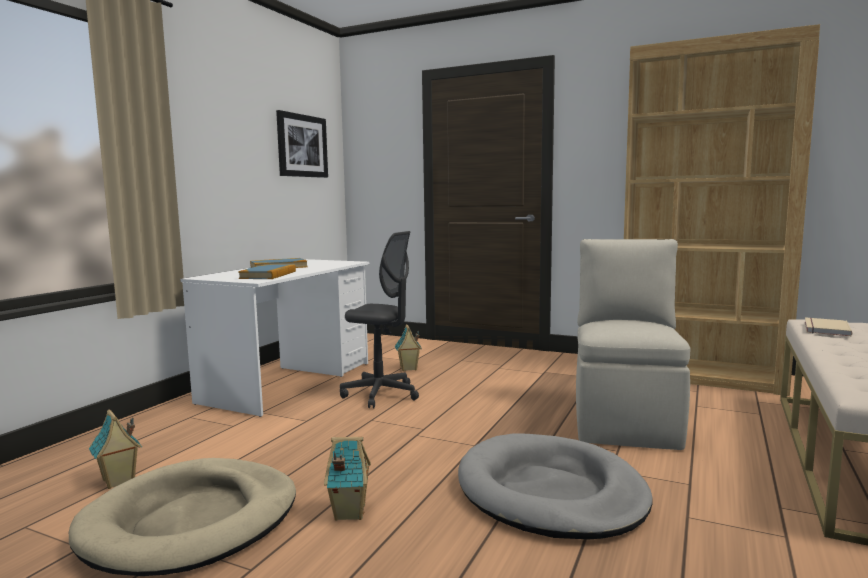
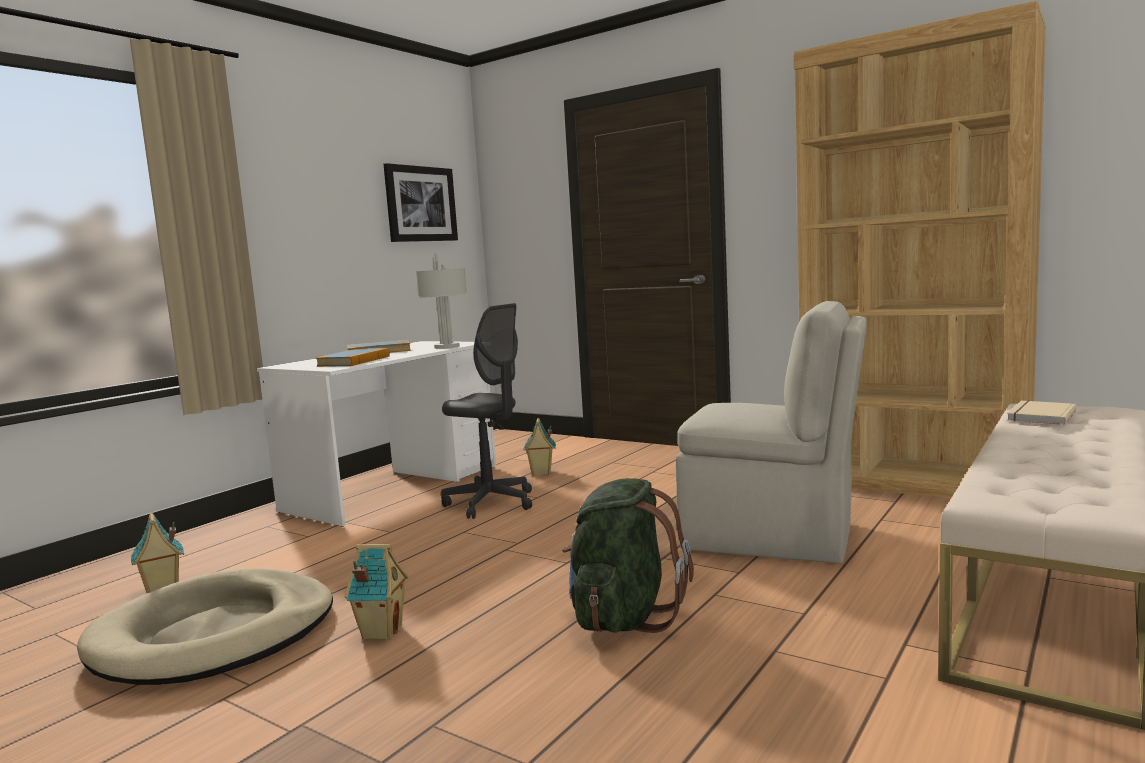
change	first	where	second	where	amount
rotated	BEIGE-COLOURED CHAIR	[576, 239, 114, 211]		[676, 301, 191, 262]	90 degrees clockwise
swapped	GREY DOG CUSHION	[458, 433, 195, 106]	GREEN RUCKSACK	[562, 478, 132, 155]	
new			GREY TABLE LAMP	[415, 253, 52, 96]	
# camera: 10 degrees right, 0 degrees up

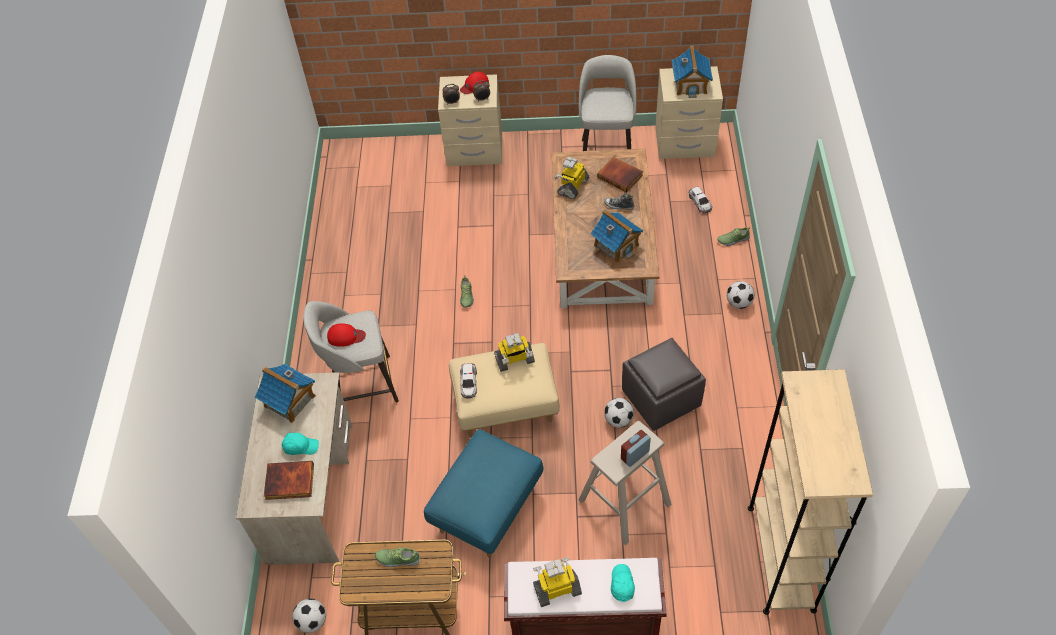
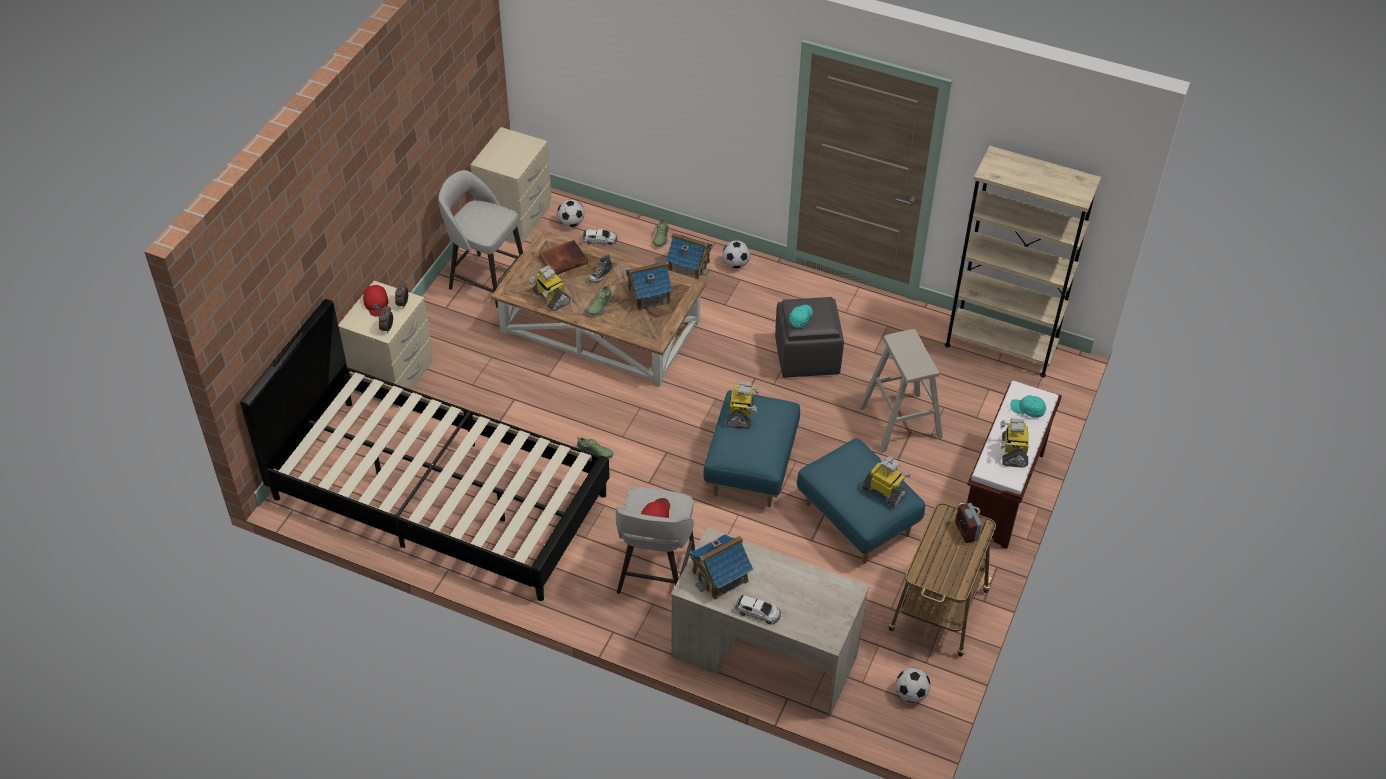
change	first	where	second	where	amount
shifted	MINIATURE HOUSE	[672, 46, 41, 52]		[665, 233, 48, 47]	
repainted	BEIGE-COLOURED OTTOMAN	[449, 343, 111, 94]	BLUISH OTTOMAN	[703, 390, 97, 117]	
shifted	MINIATURE CAR	[460, 363, 17, 35]		[735, 595, 46, 29]	
shifted	BALL FOR FOOTBALL	[604, 398, 30, 30]		[557, 200, 28, 27]	
shifted	ALARM CLOCK	[621, 430, 30, 37]		[955, 503, 27, 40]	
shifted	TURQUOISE-COLOURED CAP	[282, 433, 37, 22]		[789, 305, 24, 23]	
gone	BOUND BOOK	[264, 461, 50, 39]			
shifted	SHOE	[375, 547, 45, 20]		[587, 284, 26, 32]	
new			BLACK-COLOURED SLEEPING BED	[240, 299, 370, 302]	
new			MODEL ROBOT	[862, 456, 48, 51]	
# camera: 70 degrees left, 5 degrees down

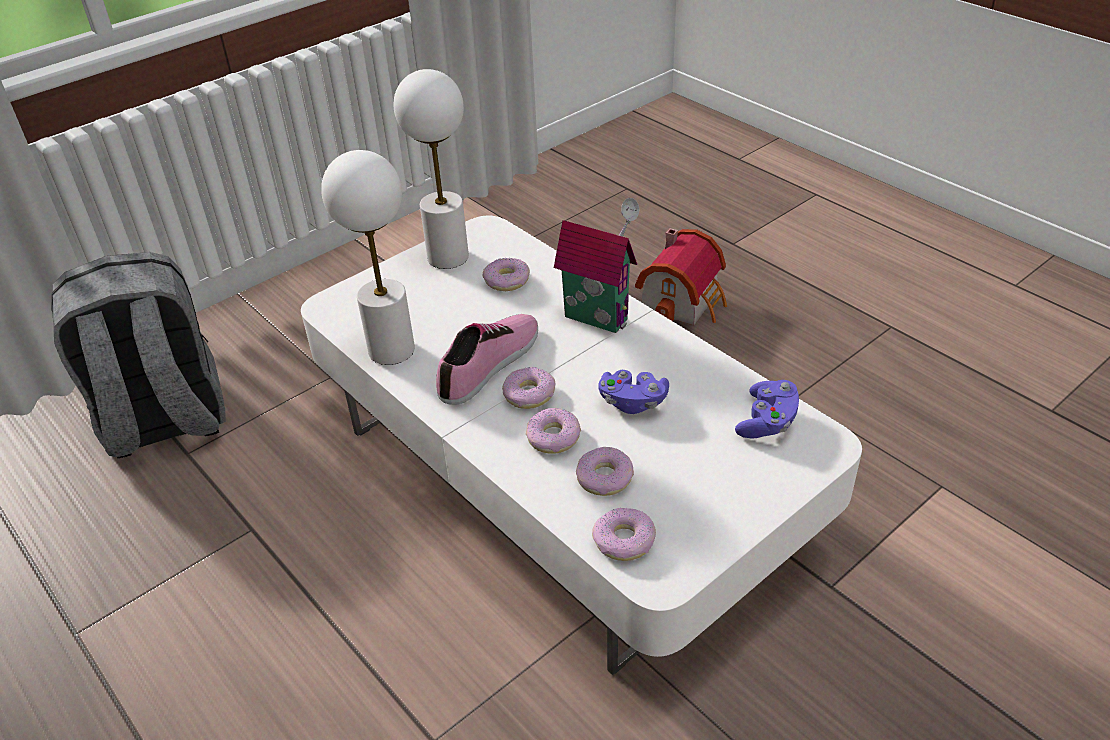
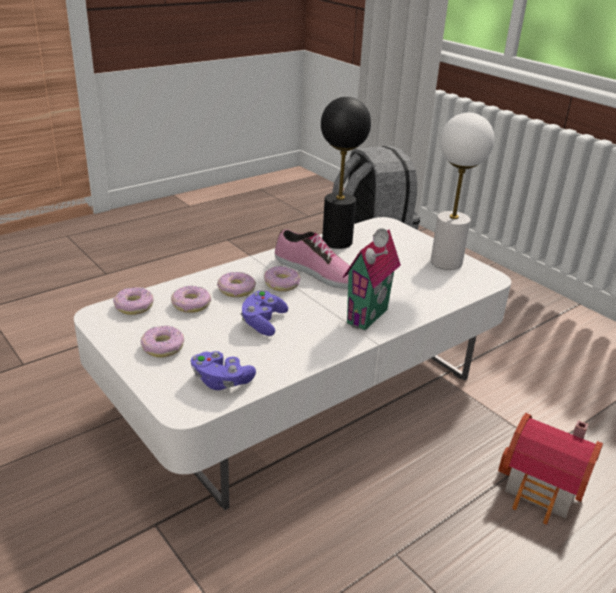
change	first	where	second	where	amount
repainted	WHITE-COLOURED TABLE LAMP	[321, 150, 94, 215]	BLACK-COLOURED TABLE LAMP	[321, 97, 50, 152]	
shifted	DONUT	[483, 258, 47, 33]		[141, 326, 43, 31]	
# camera: 90 degrees right, 10 degrees down

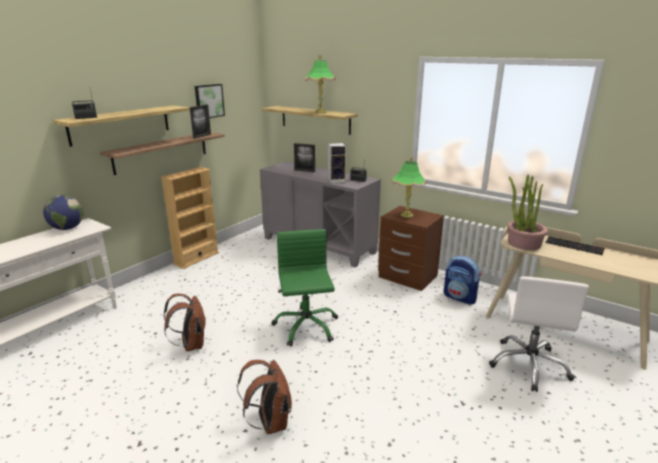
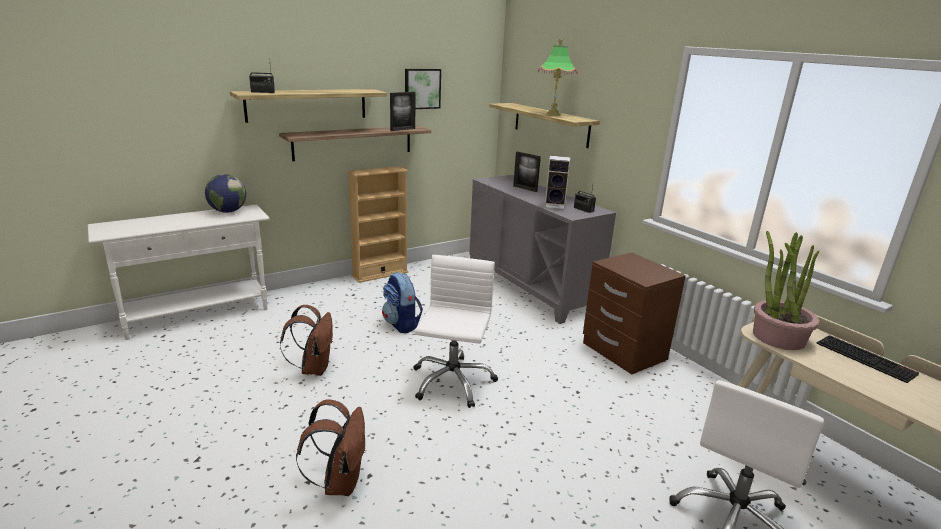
change	first	where	second	where	amount
gone	TABLE LAMP	[392, 157, 35, 61]			
repainted	GREEN COMPUTER CHAIR	[272, 229, 66, 117]	WHITE-COLOURED COMPUTER CHAIR	[413, 255, 85, 153]	
shifted	RUCKSACK	[443, 256, 38, 49]		[382, 272, 41, 61]	
# camera: 20 degrees right, 0 degrees up

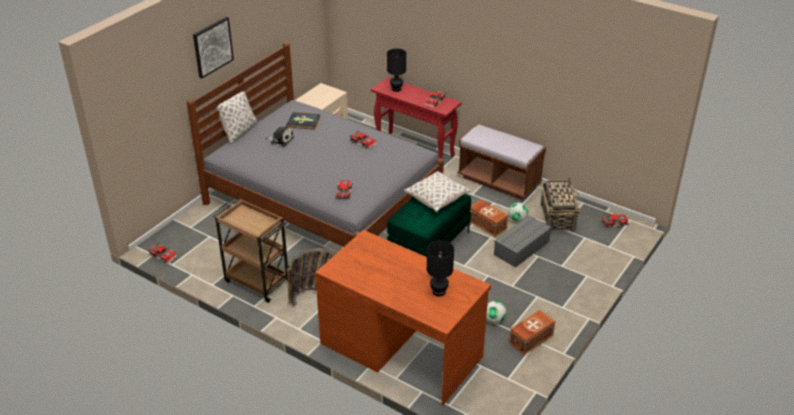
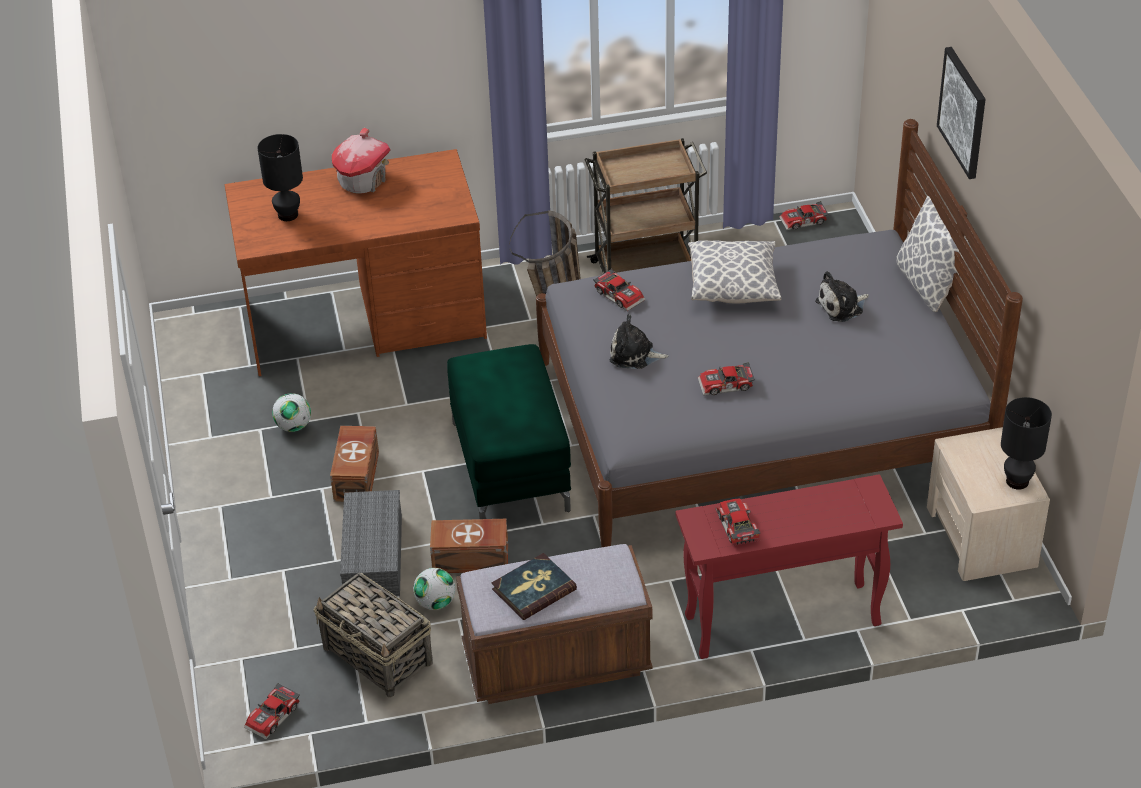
change	first	where	second	where	amount
shifted	BLACK-COLOURED TABLE LAMP	[387, 49, 19, 43]		[1001, 397, 51, 92]	
shifted	BOUND BOOK	[288, 112, 32, 18]		[492, 553, 85, 67]	
shifted	PILLOW	[404, 171, 66, 41]		[688, 240, 93, 63]	
shifted	BROWN-COLOURED STORAGE BOX	[509, 310, 46, 45]		[330, 426, 49, 76]	
new			MINIATURE HOUSE	[332, 128, 59, 66]	
new			CUDDLY TOY	[609, 314, 59, 55]	
# camera: 135 degrees right, 5 degrees up

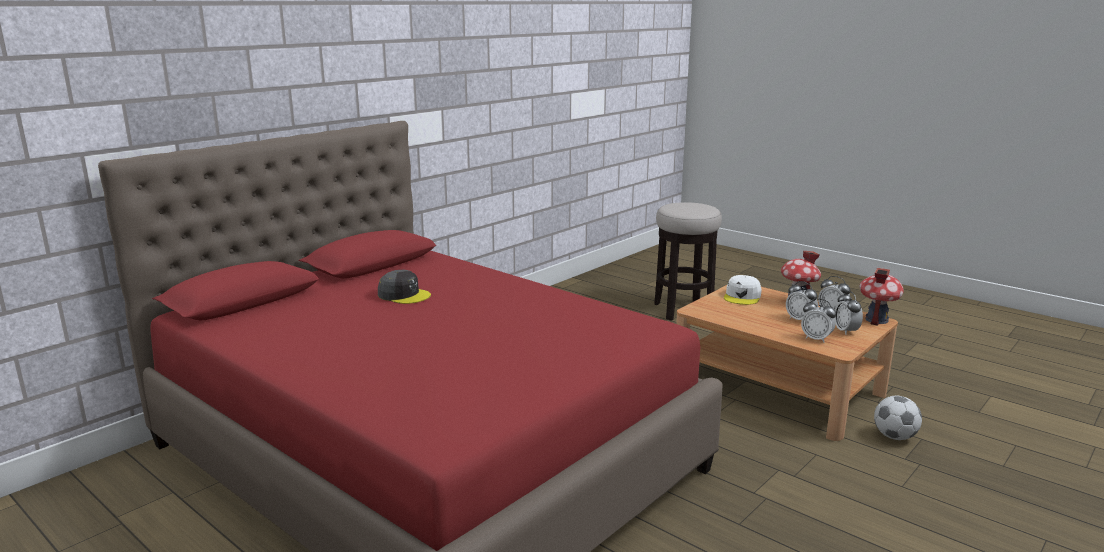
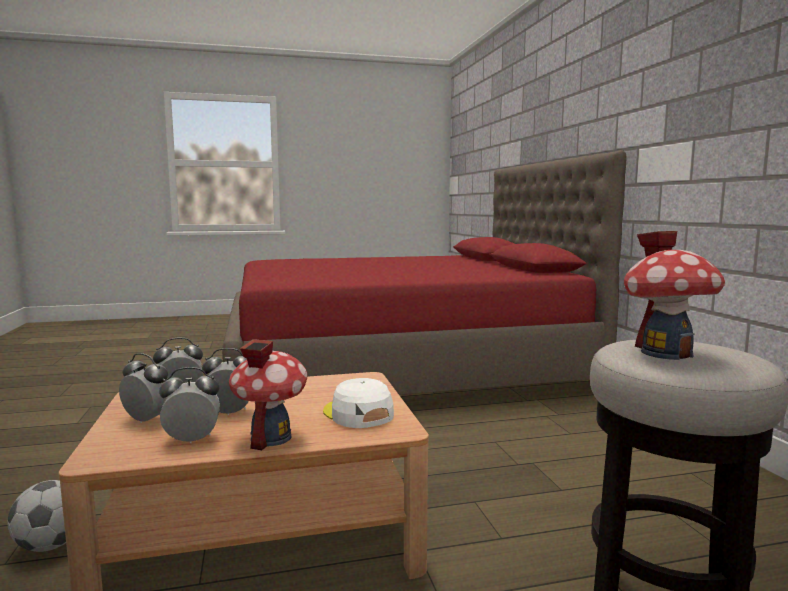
change	first	where	second	where	amount
shifted	MINIATURE HOUSE	[859, 268, 45, 58]		[624, 231, 101, 129]	
gone	GREY CAP	[378, 270, 53, 34]			
# camera: 125 degrees right, 10 degrees down

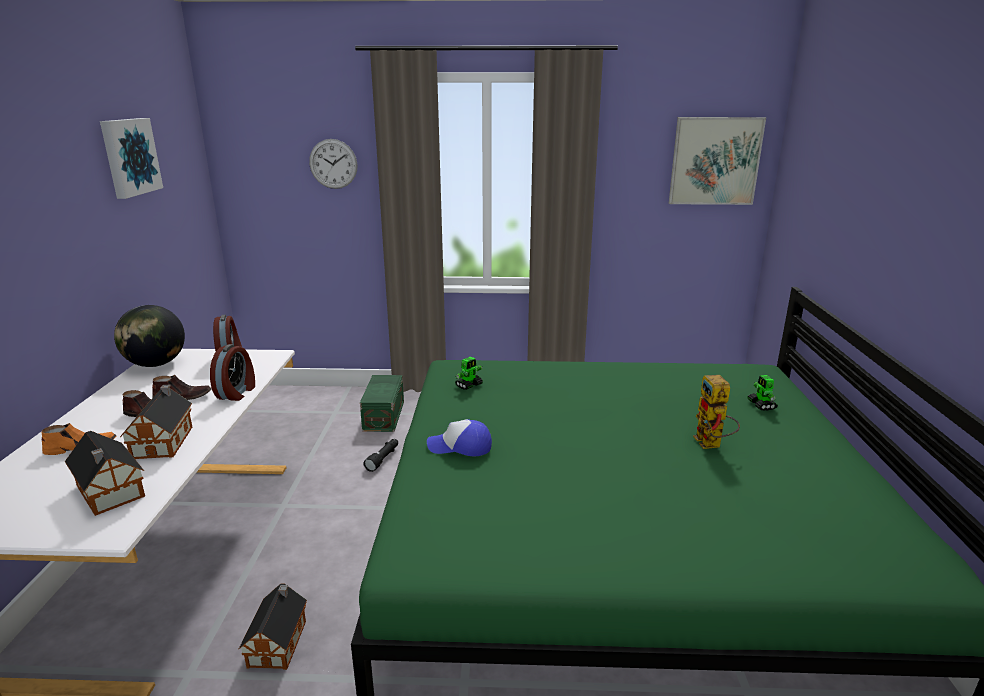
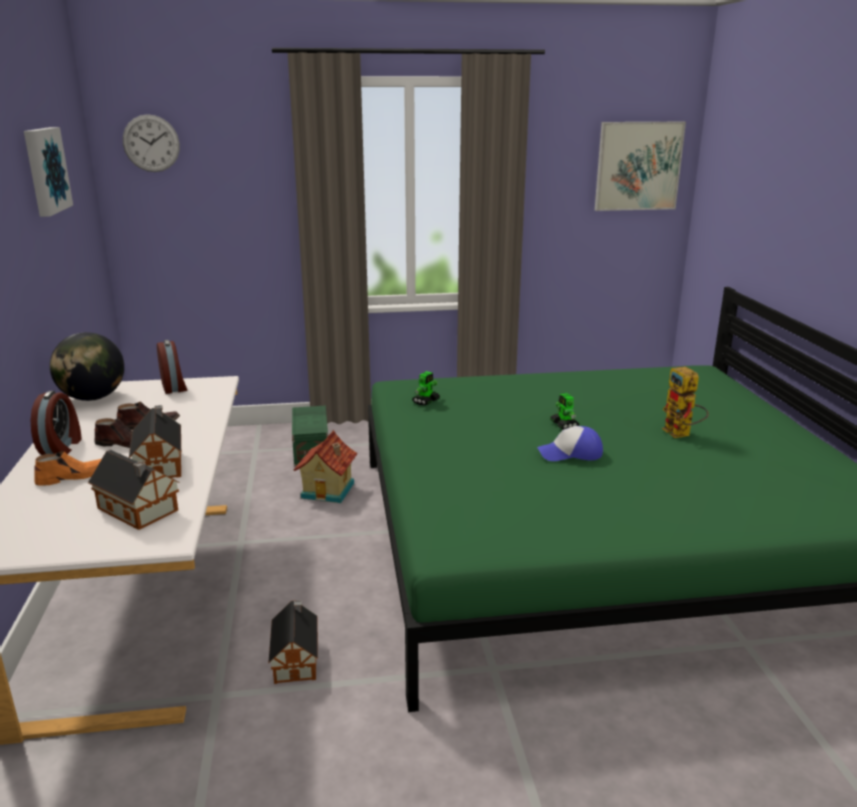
change	first	where	second	where	amount
shifted	WALL CLOCK	[309, 139, 49, 50]		[123, 114, 57, 58]	
shifted	ALARM CLOCK	[210, 344, 45, 57]		[31, 391, 51, 64]	
shifted	MODEL ROBOT	[747, 375, 31, 36]		[550, 393, 30, 37]	
shifted	CAP	[427, 419, 65, 37]		[537, 426, 66, 35]	
swapped	BLACK-COLOURED HAND TORCH	[363, 439, 35, 33]	MINIATURE HOUSE	[294, 430, 64, 73]	
# camera: 10 degrees left, 0 degrees up

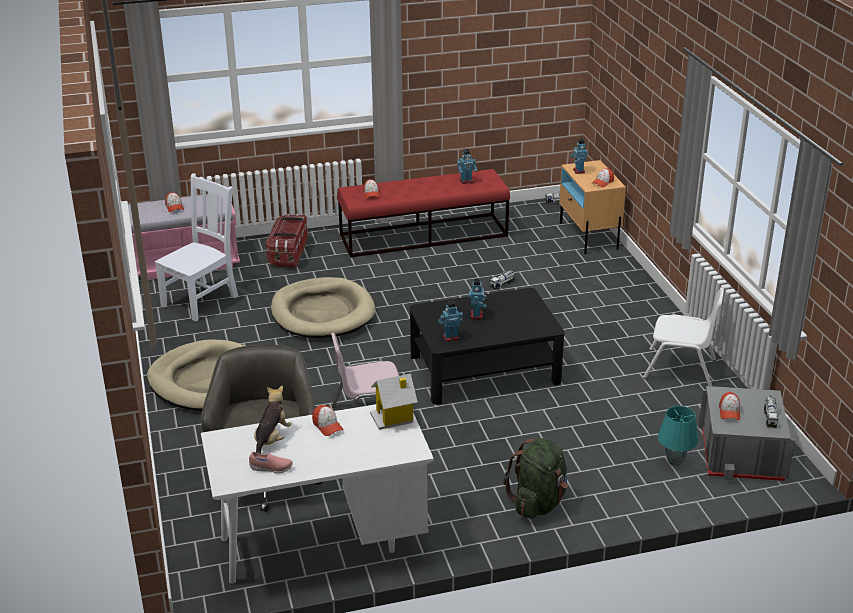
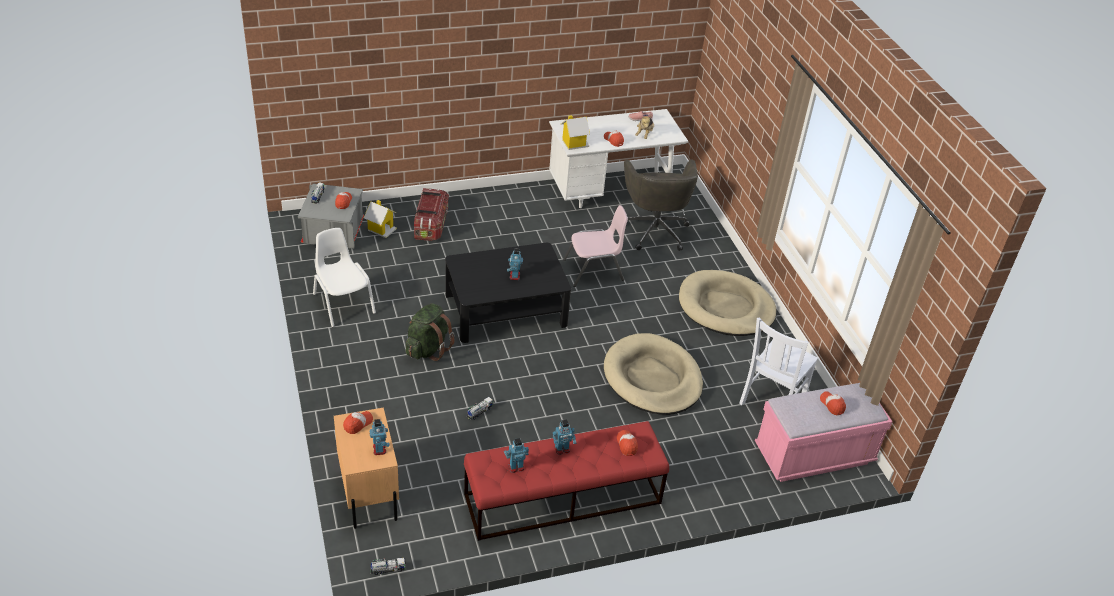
change	first	where	second	where	amount
shifted	STORAGE BOX	[265, 214, 43, 54]		[414, 188, 35, 53]	
rotated	WHITE-COLOURED CHAIR	[643, 288, 81, 98]		[313, 228, 63, 99]	45 degrees clockwise
shifted	MODEL ROBOT	[438, 301, 25, 41]		[552, 420, 24, 35]	
swapped	TURQUOISE-COLOURED TABLE LAMP	[658, 406, 40, 60]	MINIATURE HOUSE	[364, 200, 33, 38]	
shifted	GREEN RUCKSACK	[503, 438, 65, 81]		[406, 303, 49, 58]	
# camera: 175 degrees right, 10 degrees up

